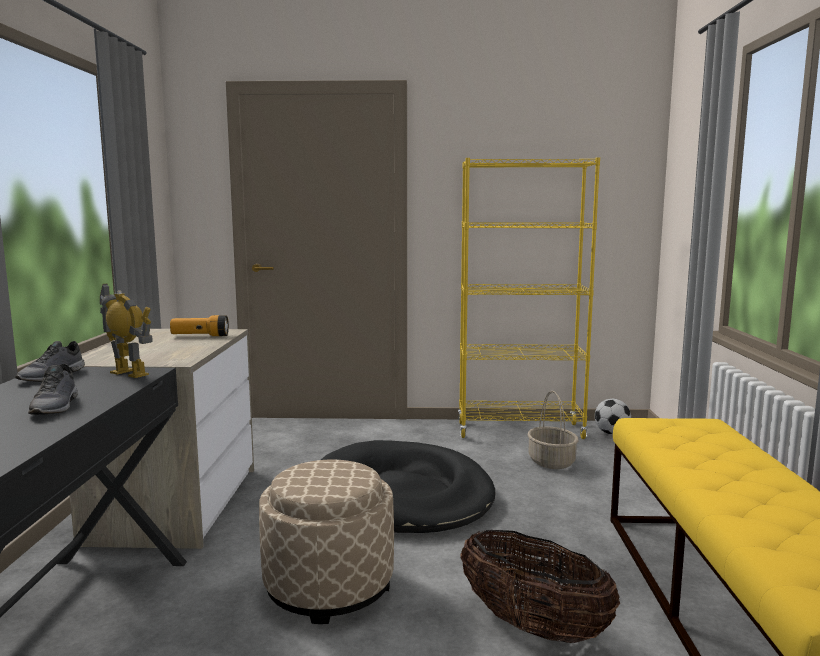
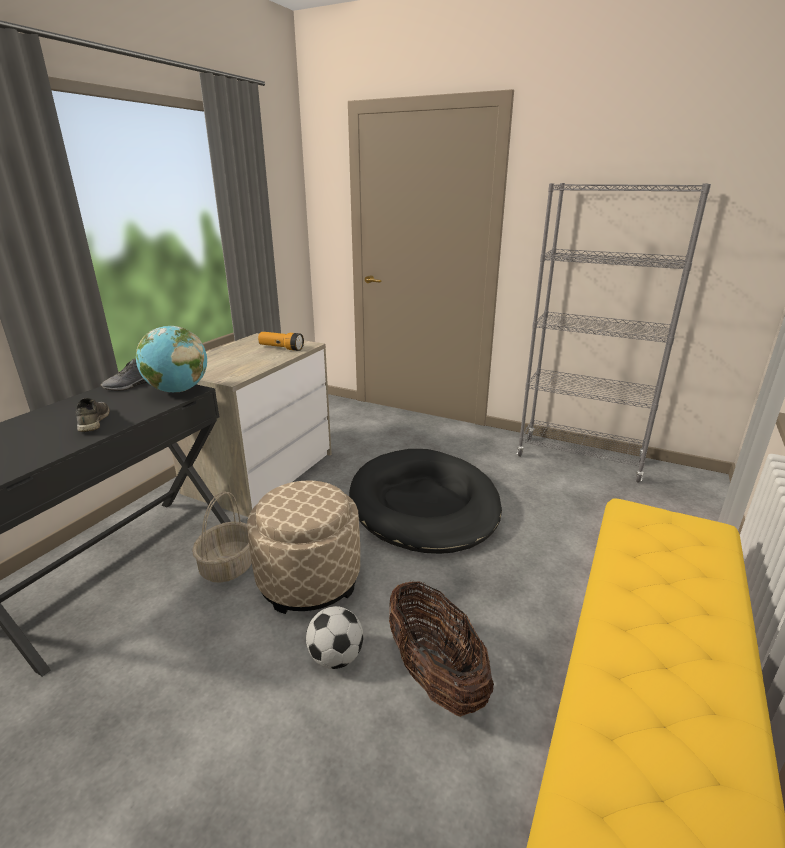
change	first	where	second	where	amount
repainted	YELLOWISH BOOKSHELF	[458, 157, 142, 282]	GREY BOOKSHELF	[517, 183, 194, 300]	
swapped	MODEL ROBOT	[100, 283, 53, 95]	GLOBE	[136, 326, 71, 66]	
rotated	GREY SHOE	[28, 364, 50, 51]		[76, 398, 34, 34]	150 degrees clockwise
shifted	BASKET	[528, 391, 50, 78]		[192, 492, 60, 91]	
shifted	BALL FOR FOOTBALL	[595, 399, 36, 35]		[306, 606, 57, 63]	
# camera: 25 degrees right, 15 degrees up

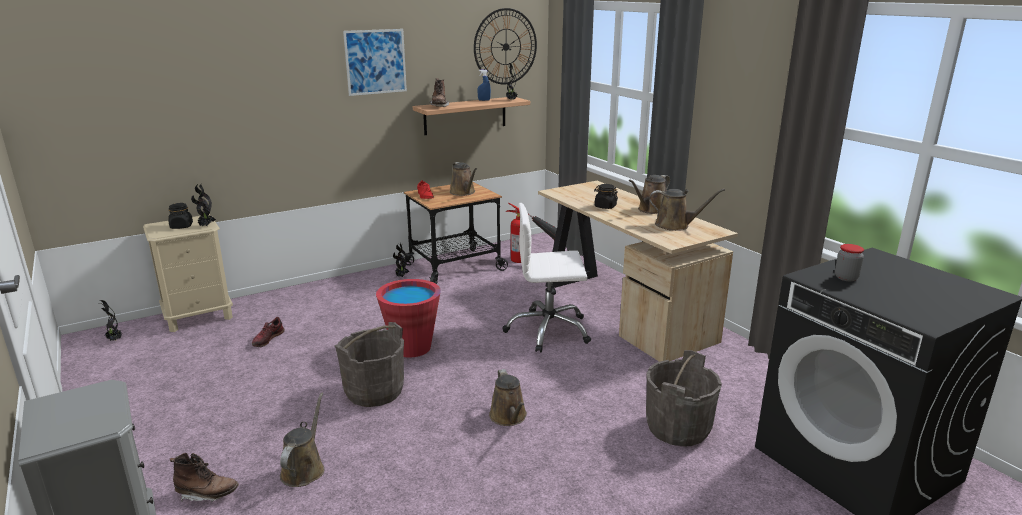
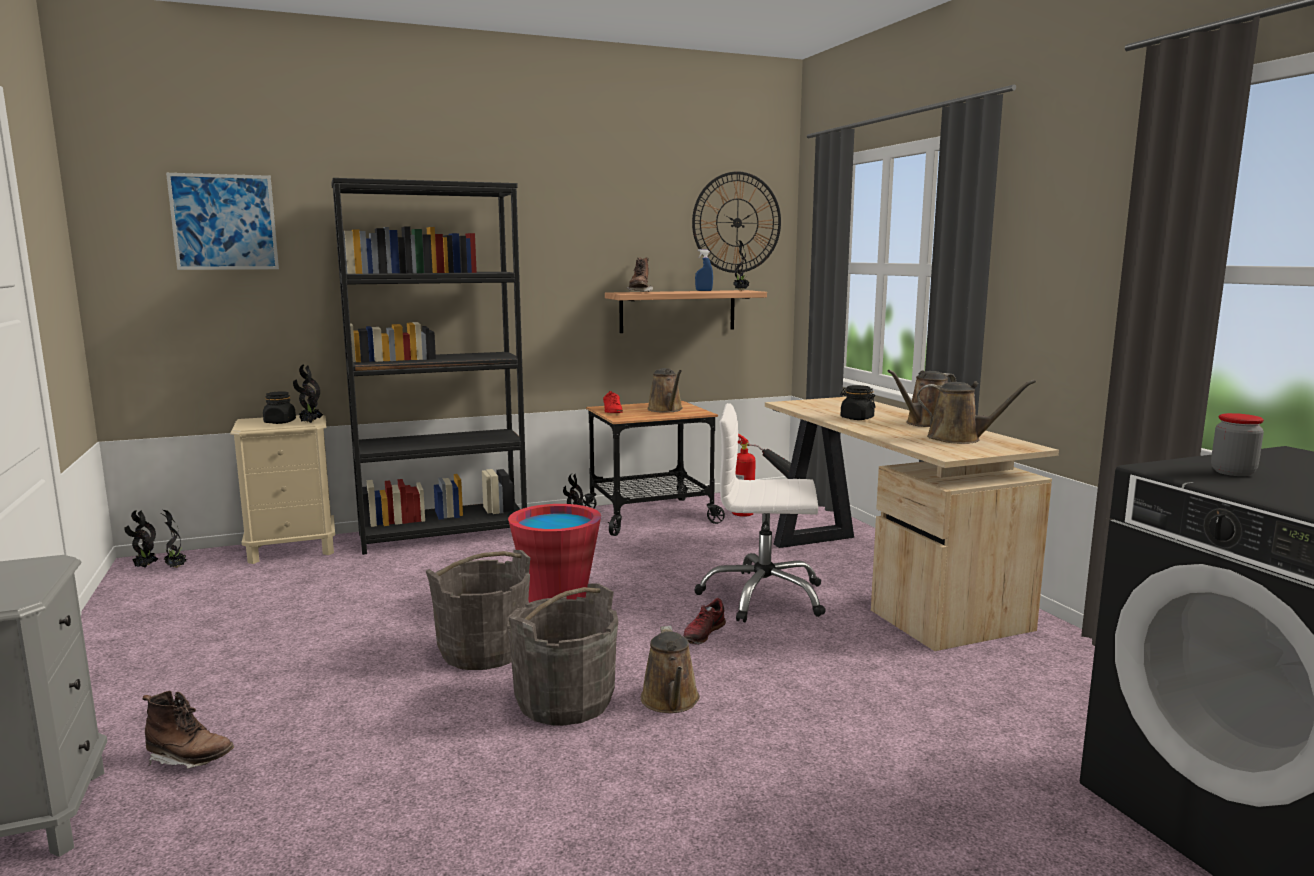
change	first	where	second	where	amount
shifted	PICTURE	[343, 29, 64, 67]		[166, 173, 113, 97]	
shifted	SHOE	[252, 317, 33, 30]		[683, 598, 43, 47]	
shifted	GREY PAIL	[646, 350, 76, 97]		[507, 584, 111, 142]	
gone	BROWN-COLOURED SPRINKLING CAN	[280, 393, 44, 94]			
new			BLACK-COLOURED BOOKSHELF	[331, 178, 196, 377]	
new			HOUSEPLANT	[124, 510, 34, 58]	
# camera: 10 degrees right, 10 degrees down

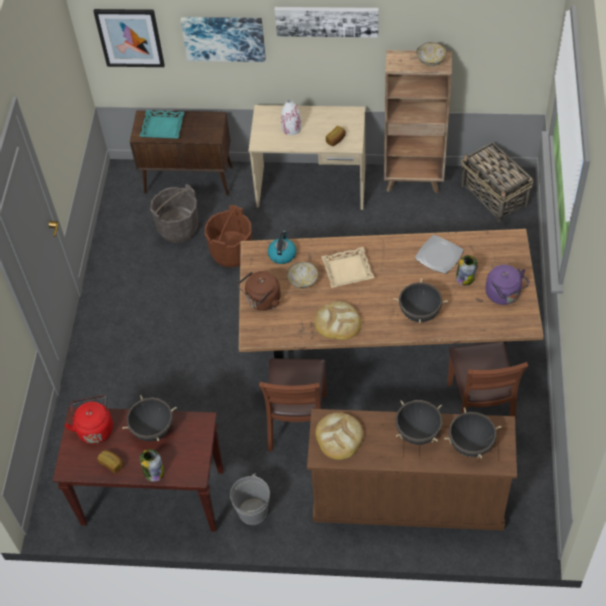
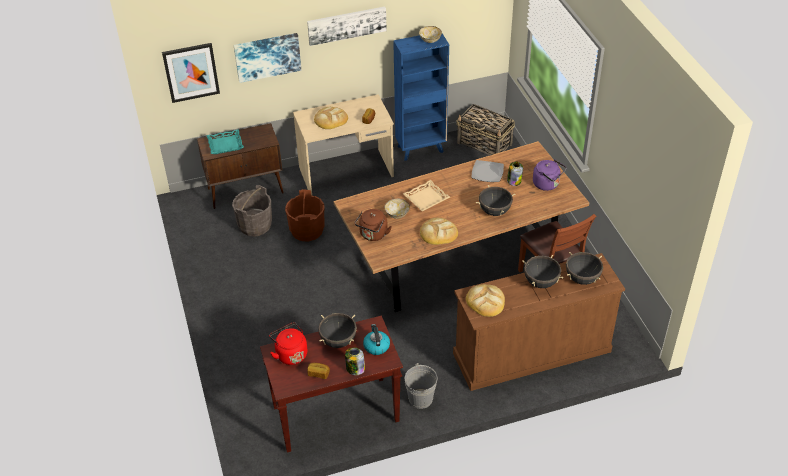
change	first	where	second	where	amount
repainted	BROWN-COLOURED BOOKSHELF	[384, 50, 68, 143]	BLUISH BOOKSHELF	[393, 34, 56, 127]	
swapped	WHITE-COLOURED DECORATIVE VASE	[281, 99, 21, 36]	BAKED BREAD	[314, 107, 34, 22]	
shifted	WATER KETTLE	[268, 230, 28, 34]		[363, 324, 27, 31]	
gone	BROWN-COLOURED CHAIR	[259, 358, 68, 94]			
# camera: 25 degrees left, 10 degrees down

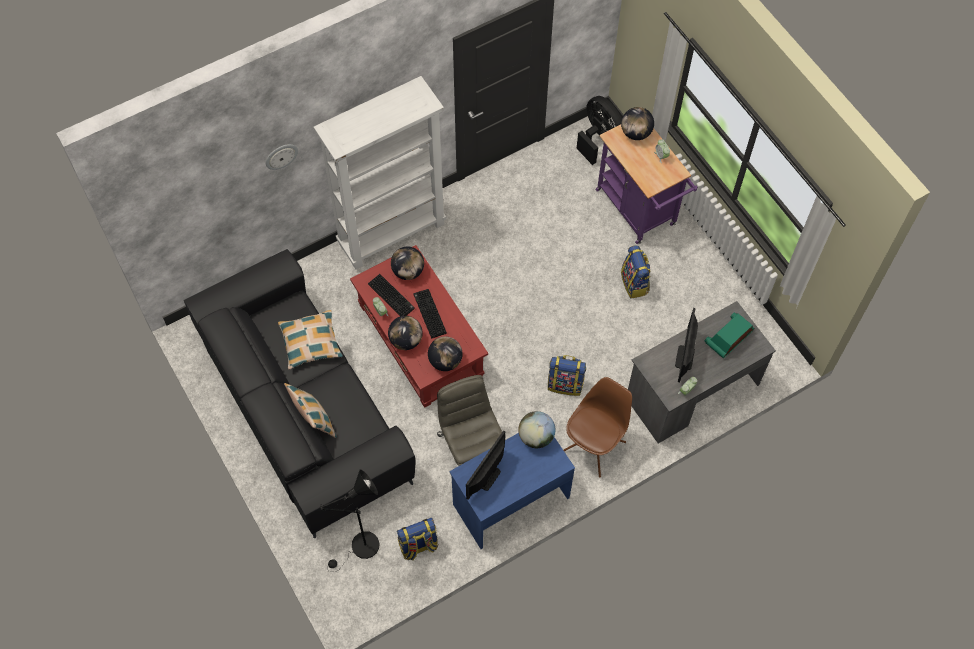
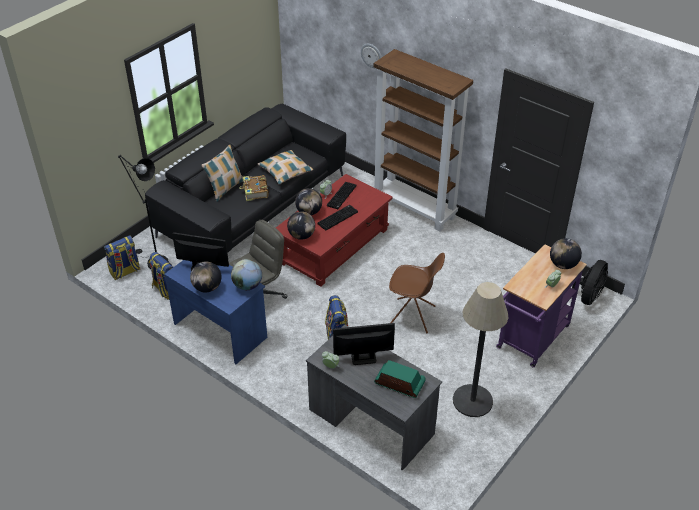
change	first	where	second	where	amount
repainted	WHITE-COLOURED BOOKSHELF	[314, 76, 132, 194]	BROWN-COLOURED BOOKSHELF	[373, 49, 100, 183]	
shifted	RUCKSACK	[621, 245, 30, 53]		[104, 235, 36, 45]	
shifted	GLOBE	[391, 246, 33, 34]		[190, 261, 32, 31]	
shifted	BROWN-COLOURED CHAIR	[564, 377, 68, 101]		[389, 253, 56, 80]	
new			BOUND BOOK	[239, 175, 30, 26]	
new			FLOOR LAMP	[453, 282, 56, 135]	
# camera: 70 degrees right, 20 degrees down

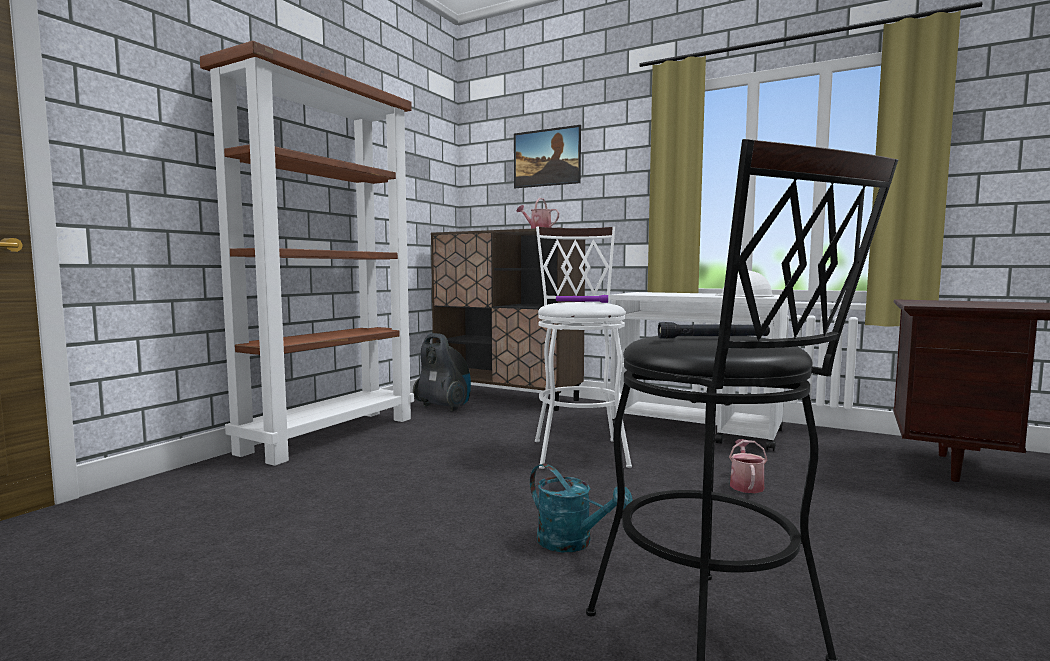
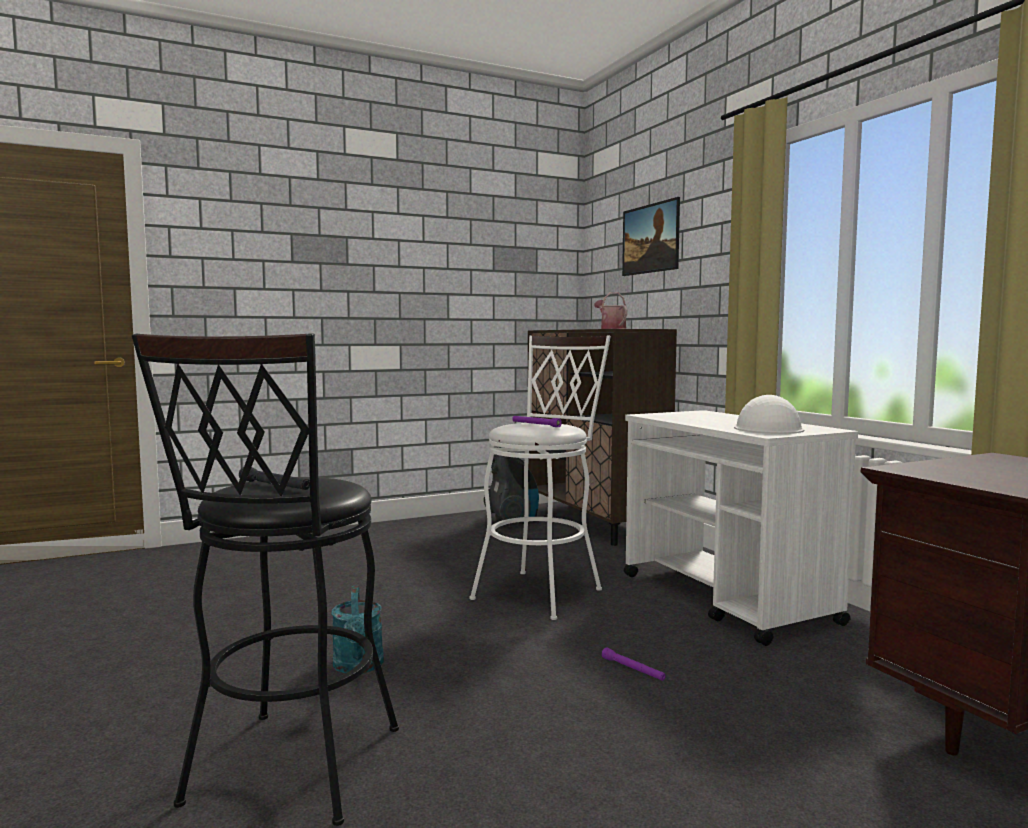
change	first	where	second	where	amount
gone	BROWN-COLOURED BOOKSHELF	[200, 41, 214, 425]			
swapped	SPRINKLING CAN	[729, 439, 39, 54]	PURPLE HAND TORCH	[602, 647, 64, 34]	
# camera: 35 degrees right, 0 degrees up

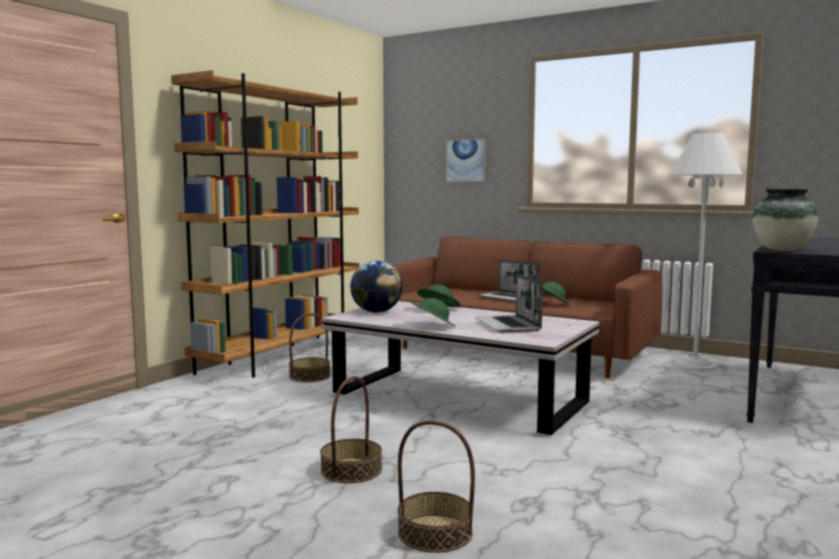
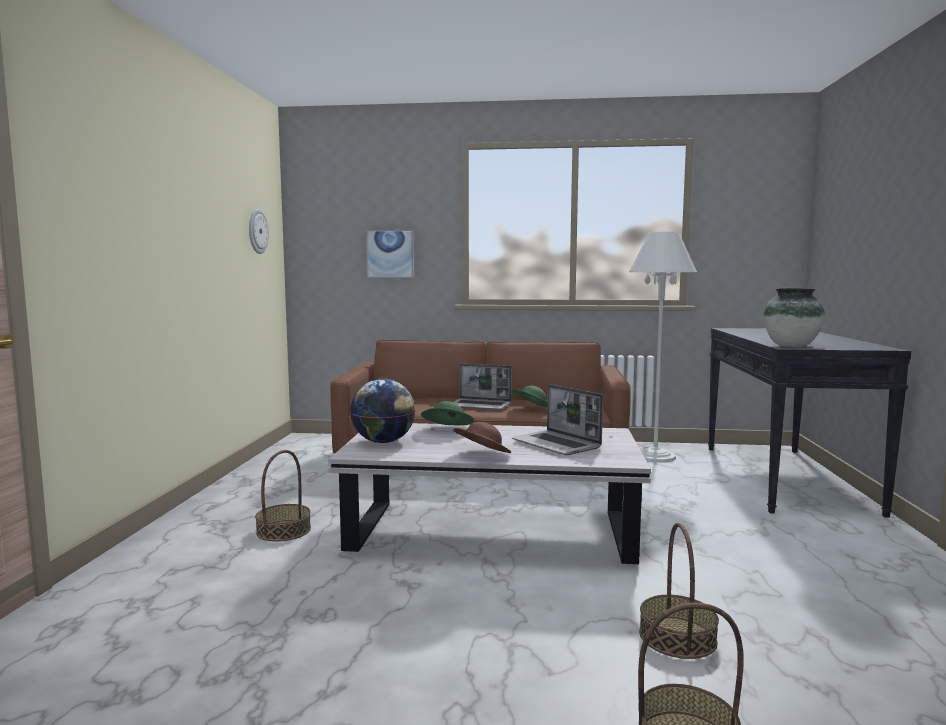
change	first	where	second	where	amount
gone	BROWN-COLOURED BOOKSHELF	[171, 70, 188, 308]			
repainted	GREEN HAT	[410, 298, 46, 28]	BROWN-COLOURED HAT	[453, 422, 58, 31]	
shifted	BASKET	[320, 376, 62, 107]		[639, 523, 80, 136]	
new			WALL CLOCK	[249, 209, 20, 45]	
# camera: 25 degrees left, 0 degrees up

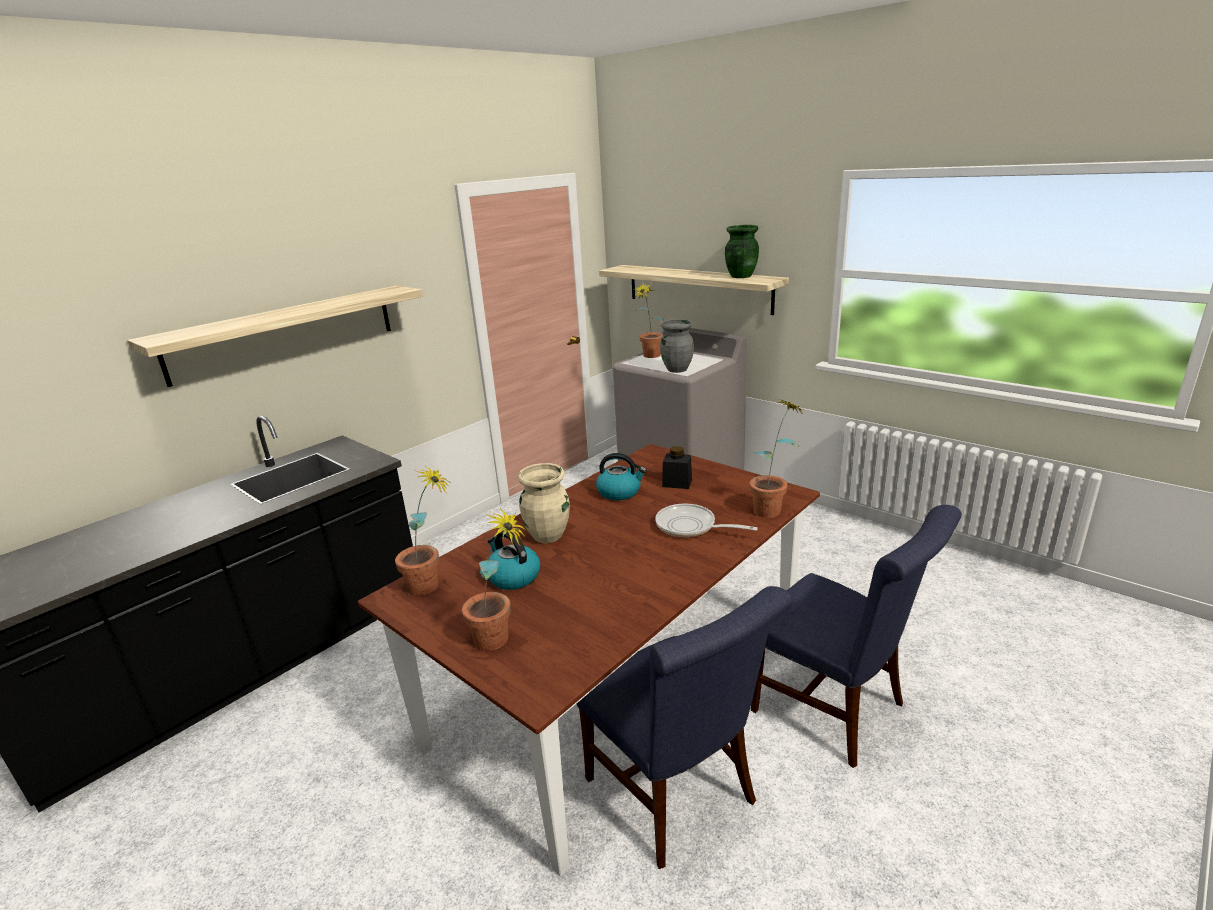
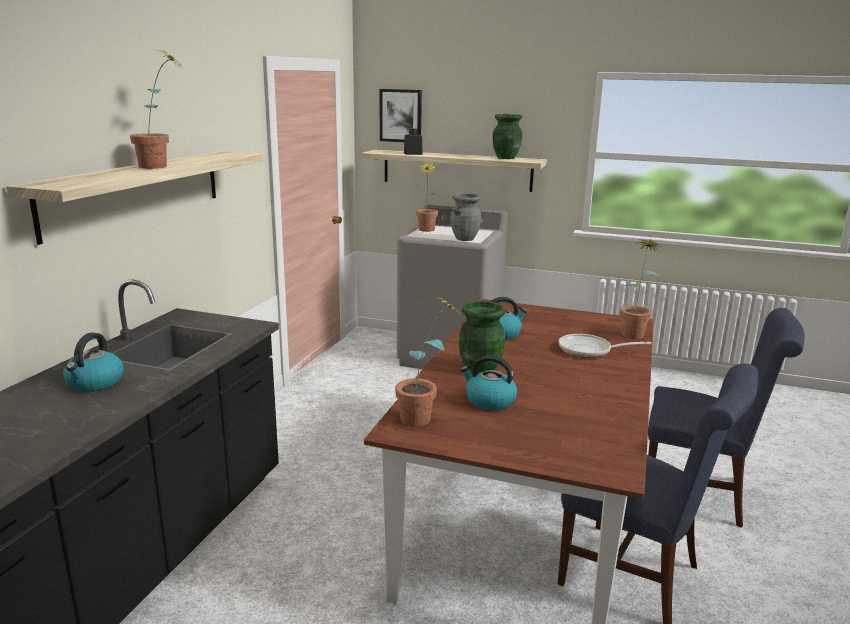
change	first	where	second	where	amount
shifted	BLACK-COLOURED STORAGE JAR	[662, 446, 30, 43]		[404, 128, 19, 27]	
repainted	BEIGE-COLOURED DECORATIVE VASE	[518, 463, 52, 80]	GREEN DECORATIVE VASE	[459, 301, 46, 72]	
shifted	HOUSEPLANT	[462, 508, 66, 143]		[130, 50, 54, 119]	
new			PICTURE	[380, 89, 42, 53]	
new			WATER KETTLE	[63, 333, 61, 59]	
# camera: 25 degrees left, 5 degrees down

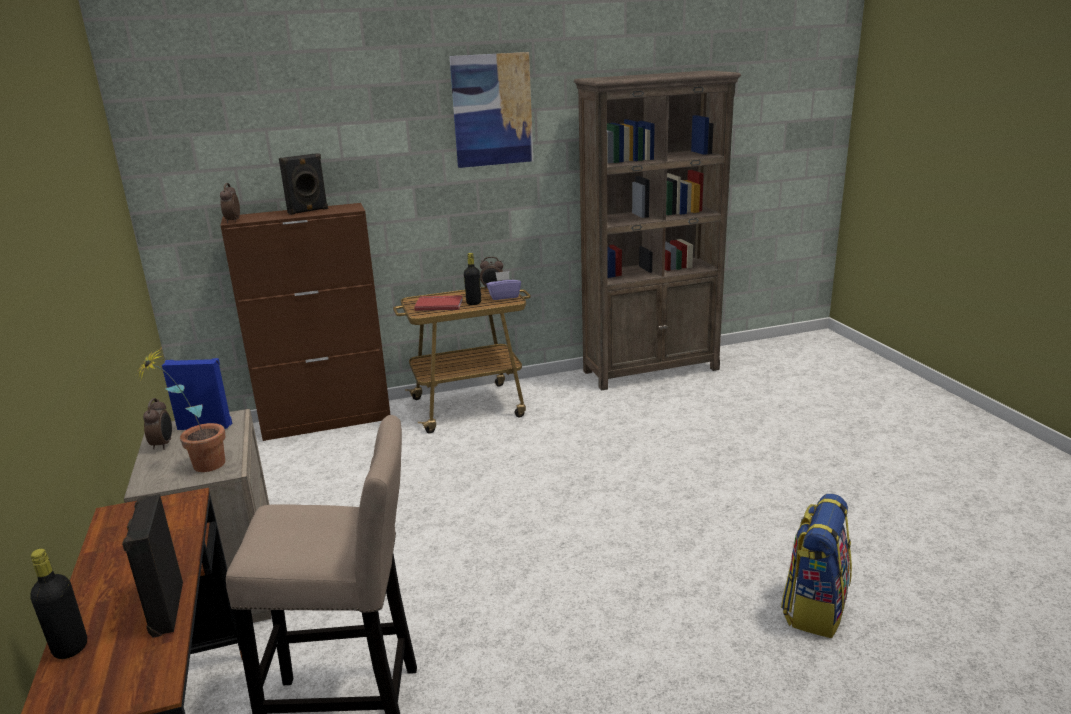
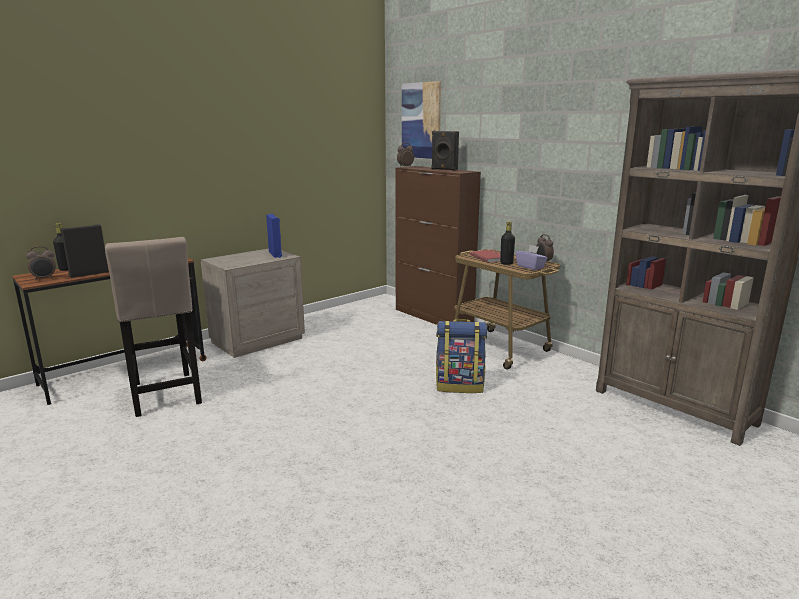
change	first	where	second	where	amount
shifted	PICTURE	[449, 52, 84, 116]		[402, 81, 39, 78]	
gone	HOUSEPLANT	[137, 350, 88, 122]			
shifted	ALARM CLOCK	[143, 398, 29, 52]		[26, 246, 30, 34]	
shifted	RUCKSACK	[781, 494, 71, 144]		[436, 319, 51, 74]	
# camera: 65 degrees right, 5 degrees down

